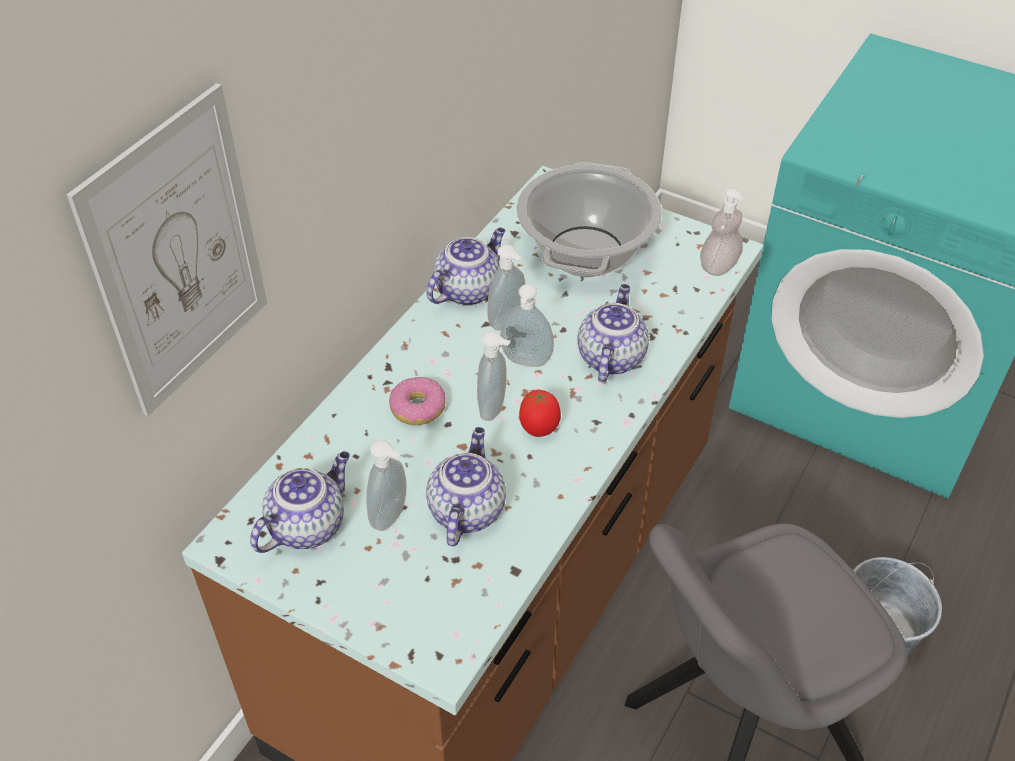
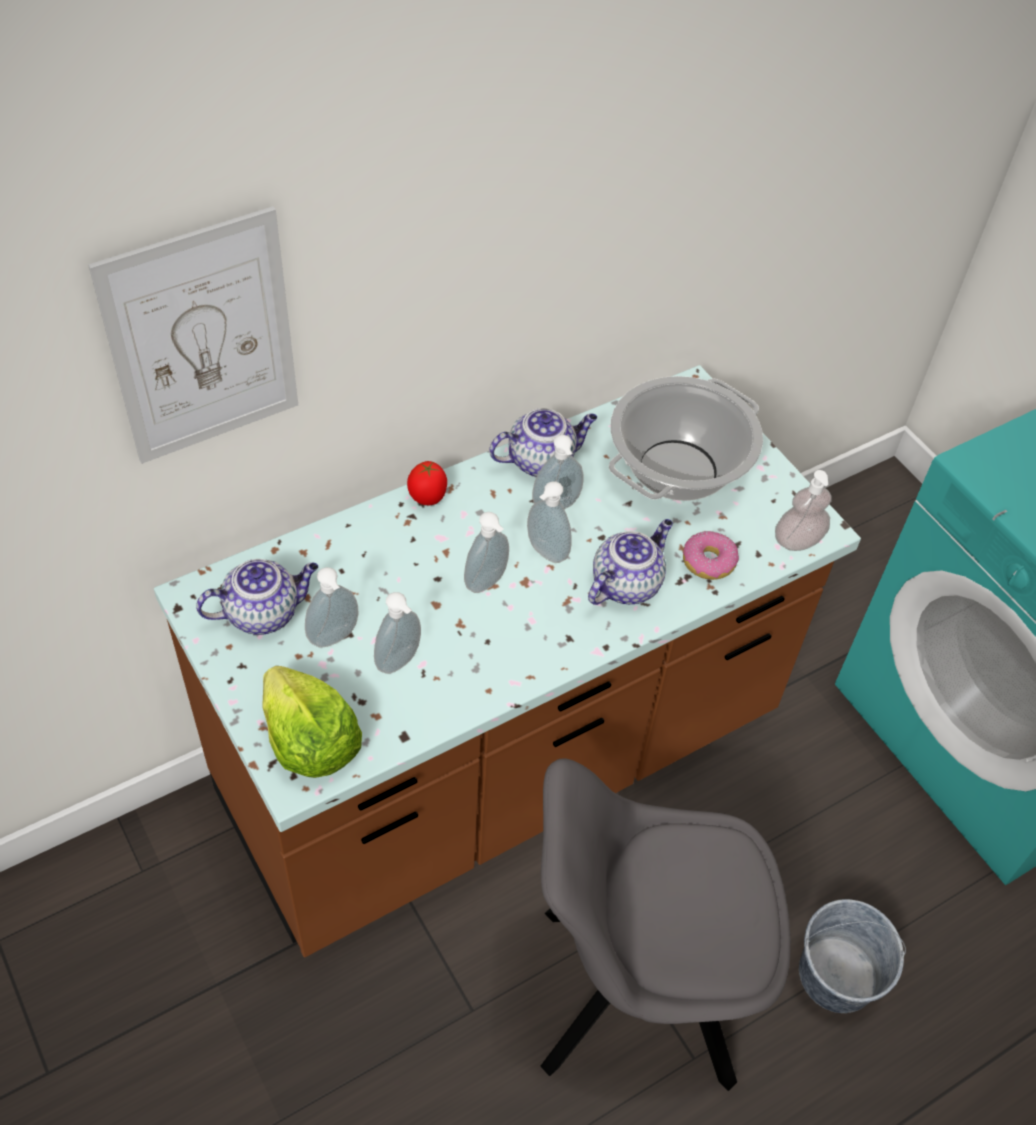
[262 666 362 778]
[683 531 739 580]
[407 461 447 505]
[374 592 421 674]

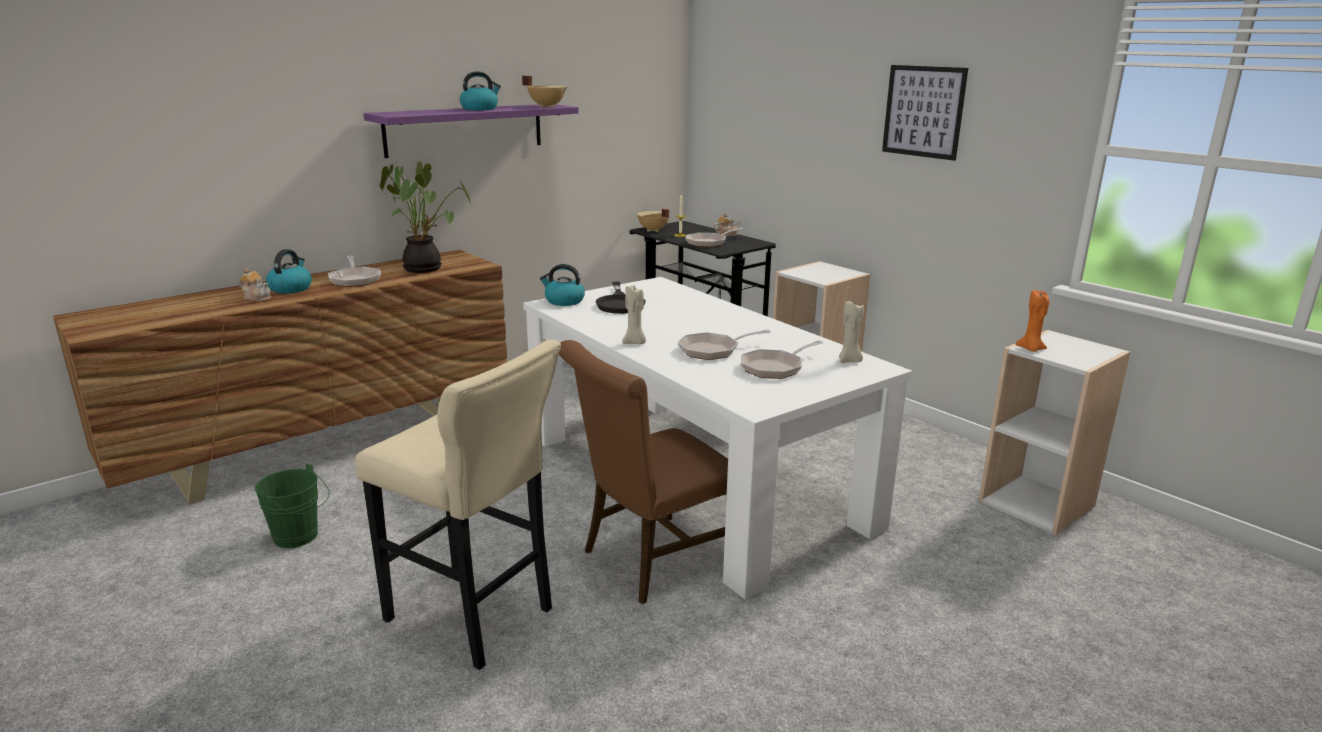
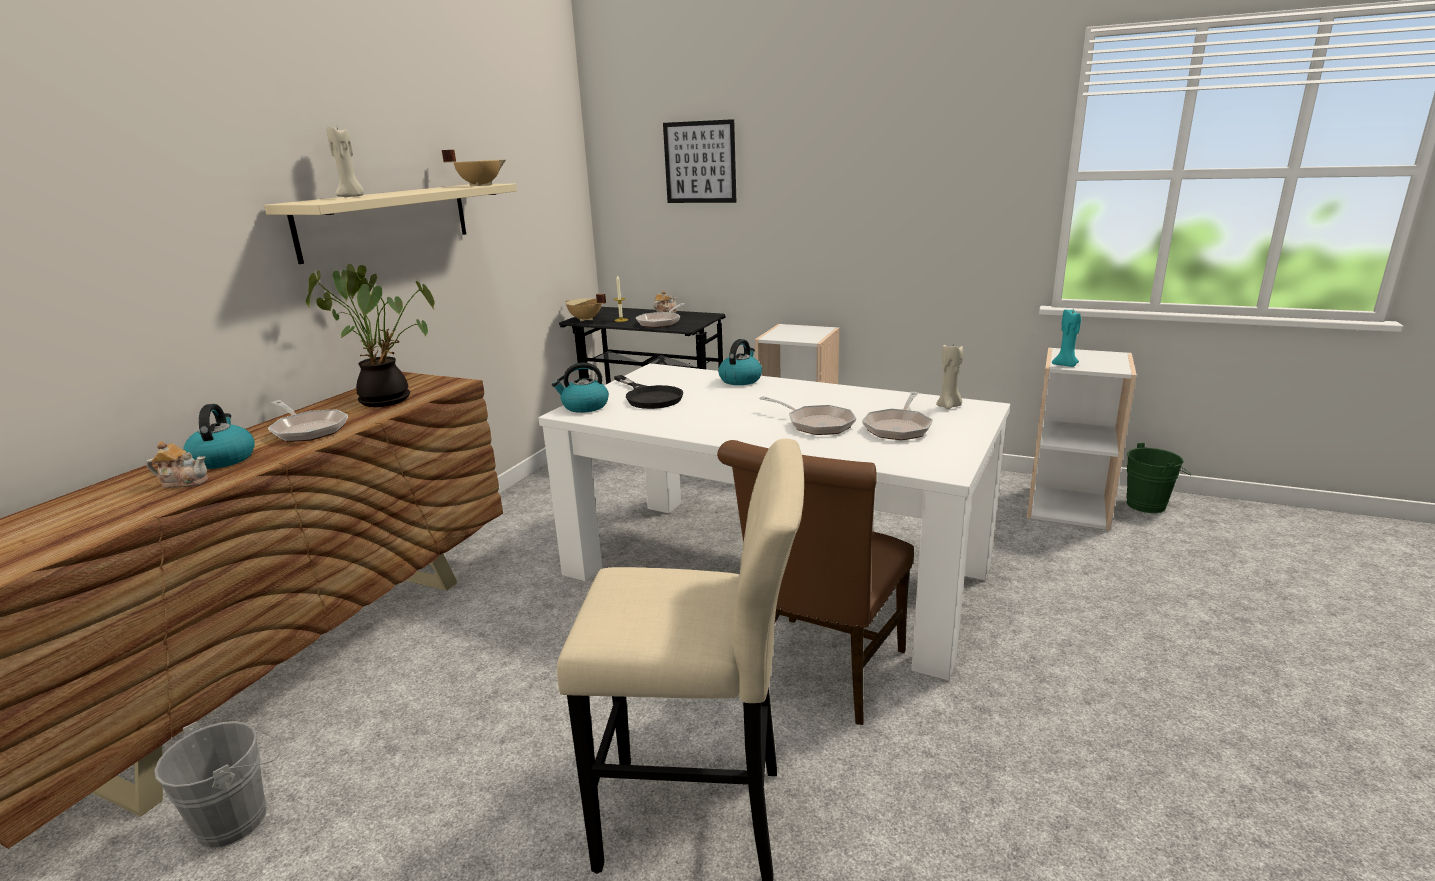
[154 721 280 849]
[1126 443 1192 513]
[718 339 762 385]
[327 127 364 197]
[663 119 736 203]
[264 184 517 264]
[1052 309 1081 367]
[759 396 856 435]

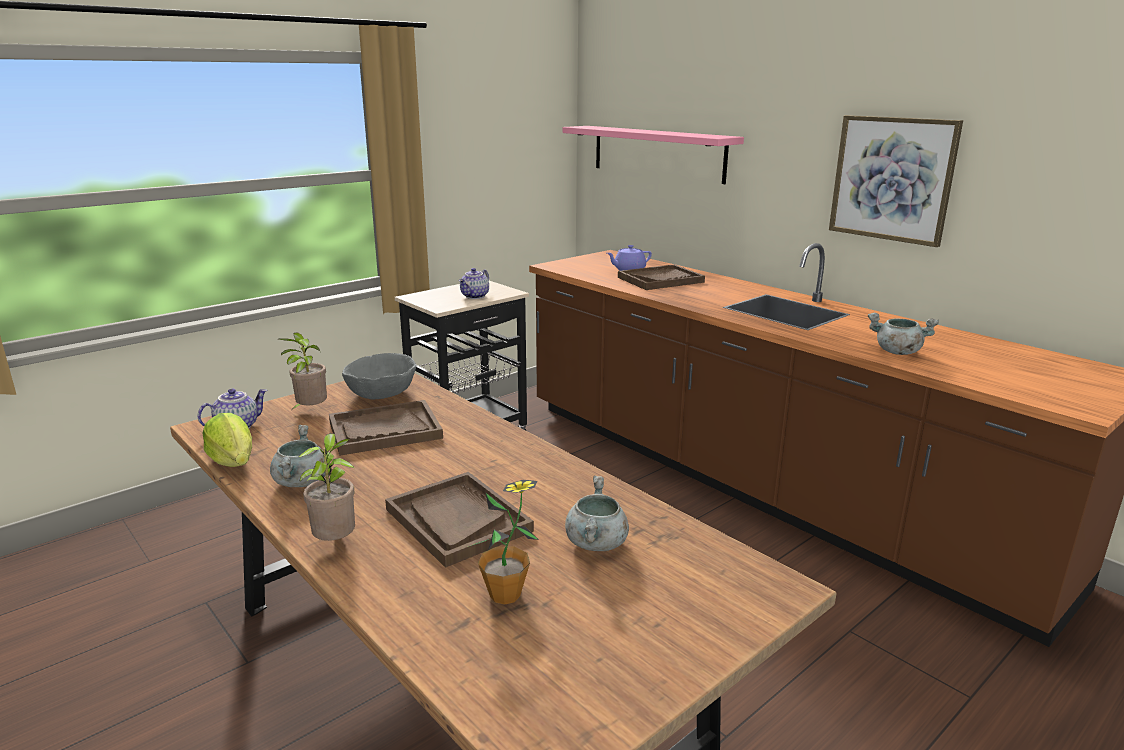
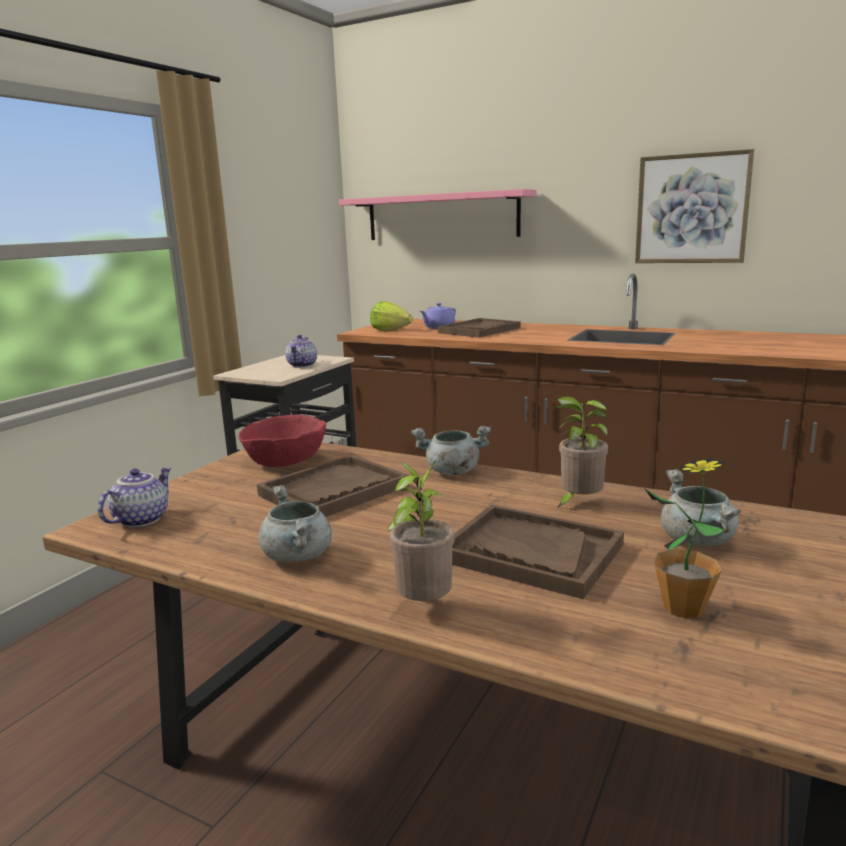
[370 302 413 331]
[553 397 608 508]
[411 426 491 475]
[239 415 326 467]

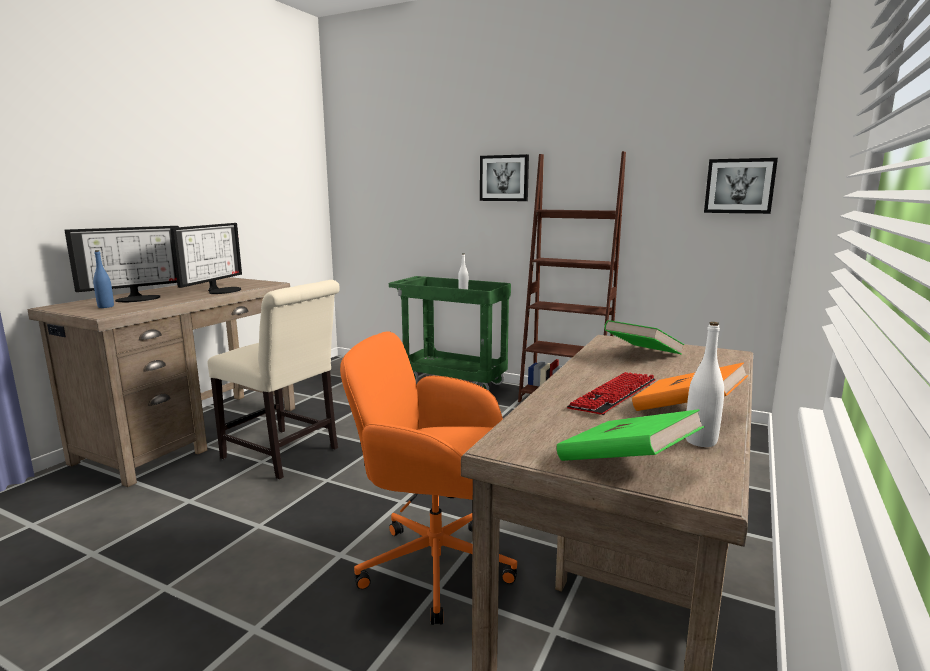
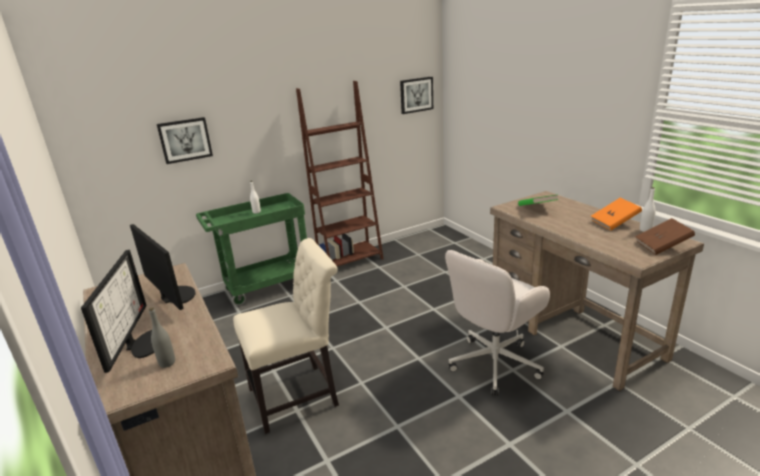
[567 372 656 415] (first image)
[157 117 213 164]
[149 307 175 368]
[445 250 550 396]
[635 218 695 255]

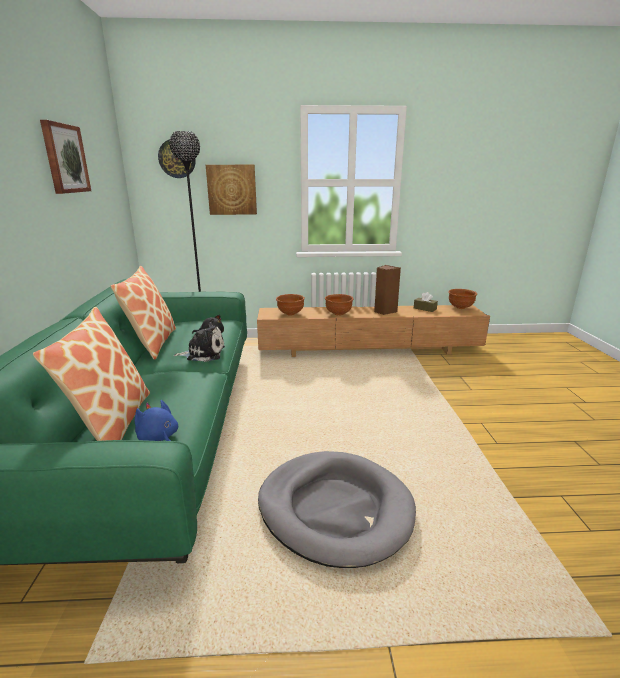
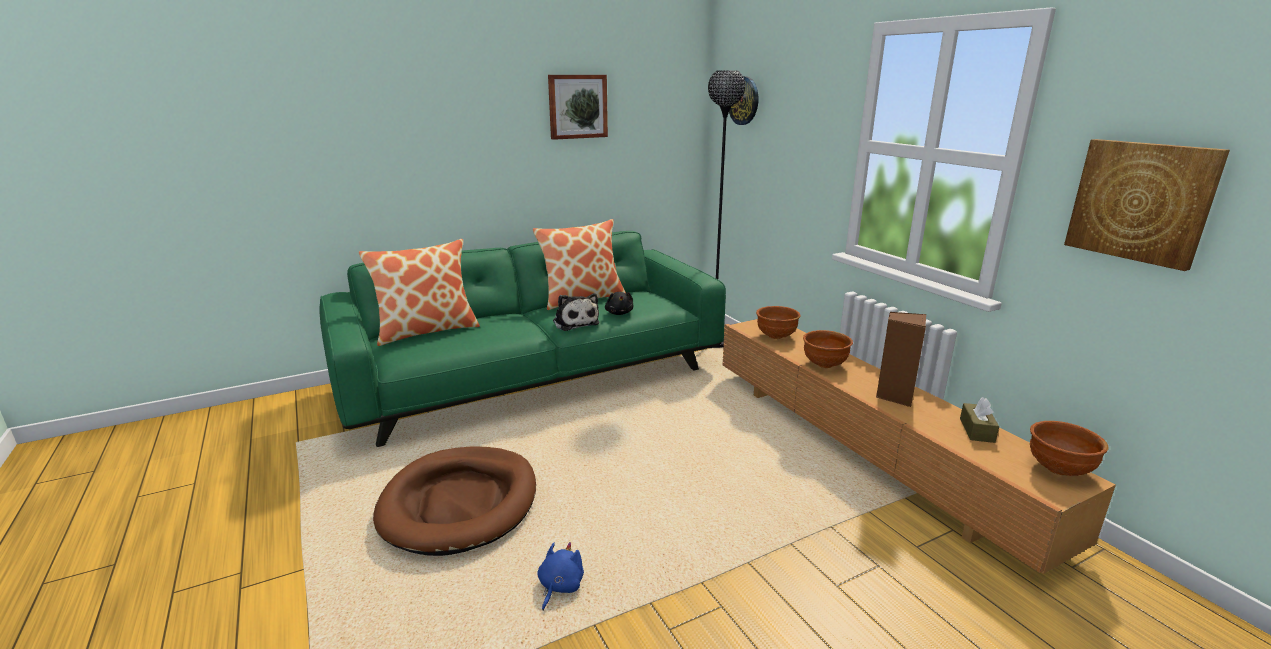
[537 542 584 610]
[1064 139 1230 271]
[373 446 536 556]

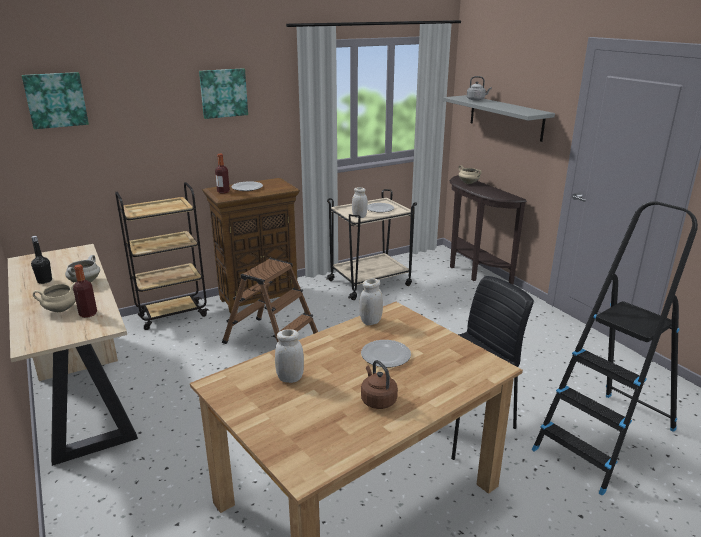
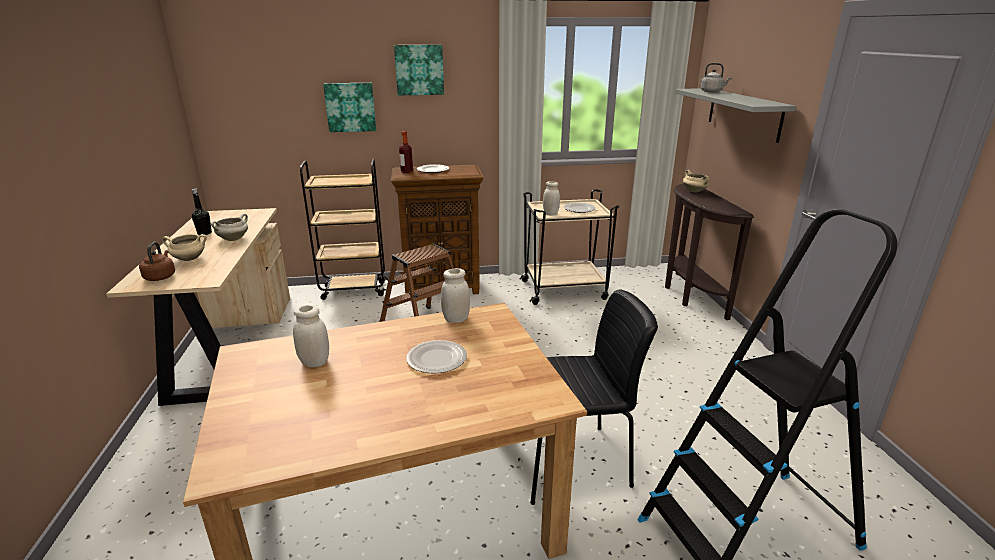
[73 264 97 318] (first image)
[323 83 376 132]
[139 242 175 281]

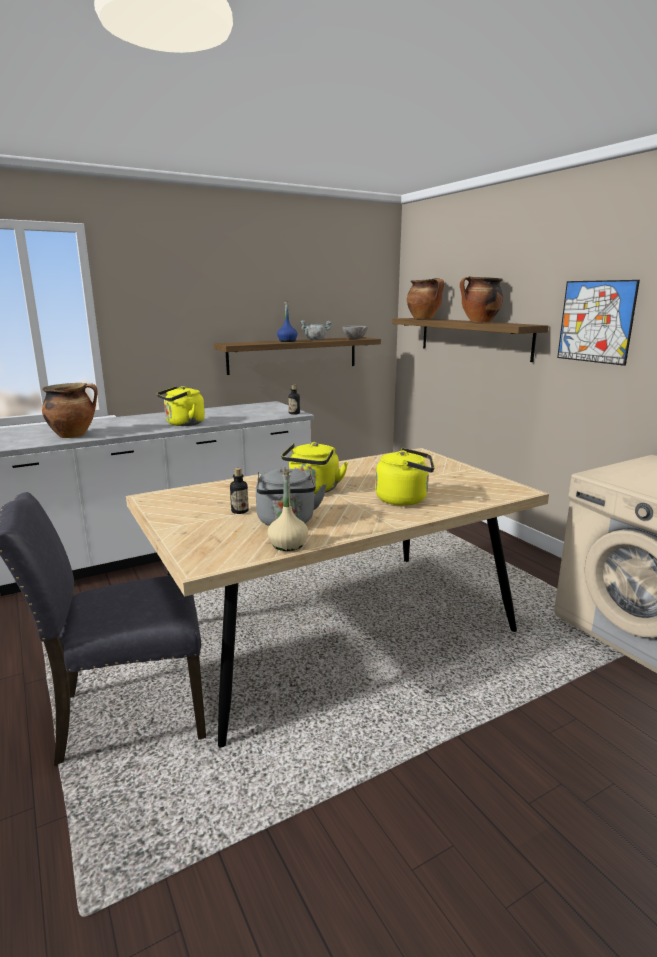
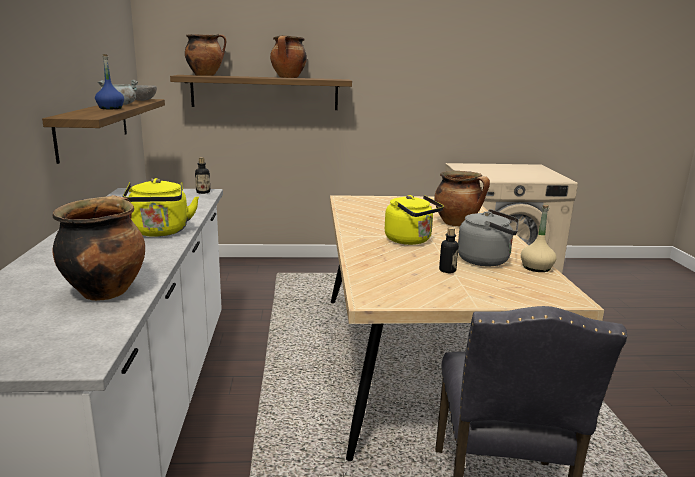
[557 280 640 366] (first image)
[434 171 490 226]

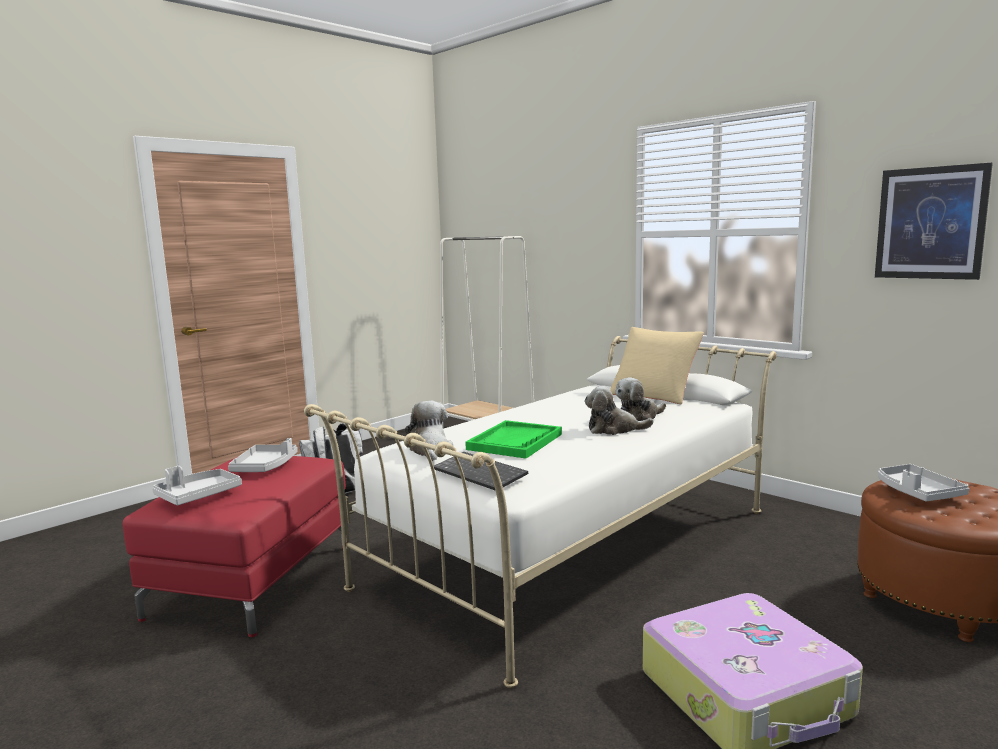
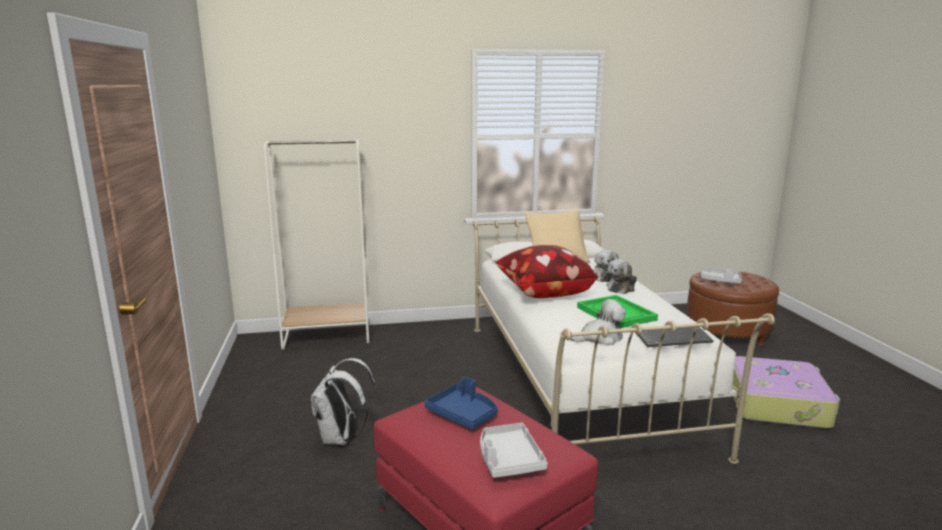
[875 163 993 280] (first image)
[495 245 598 298]
[424 377 498 430]
[571 299 626 345]

